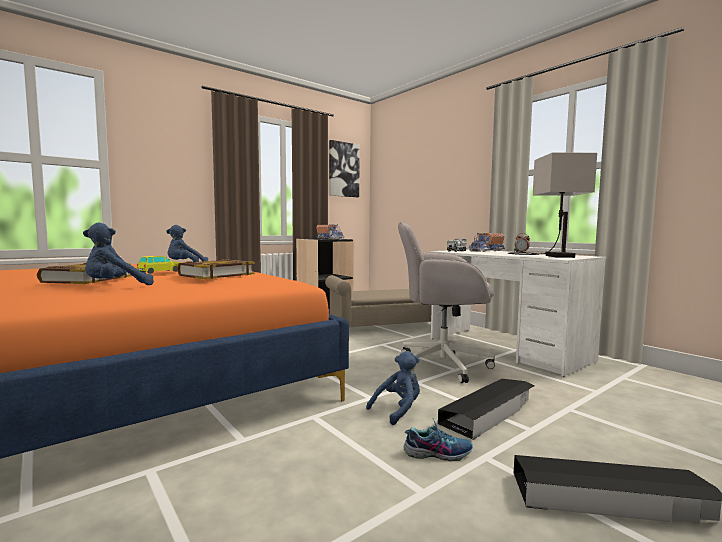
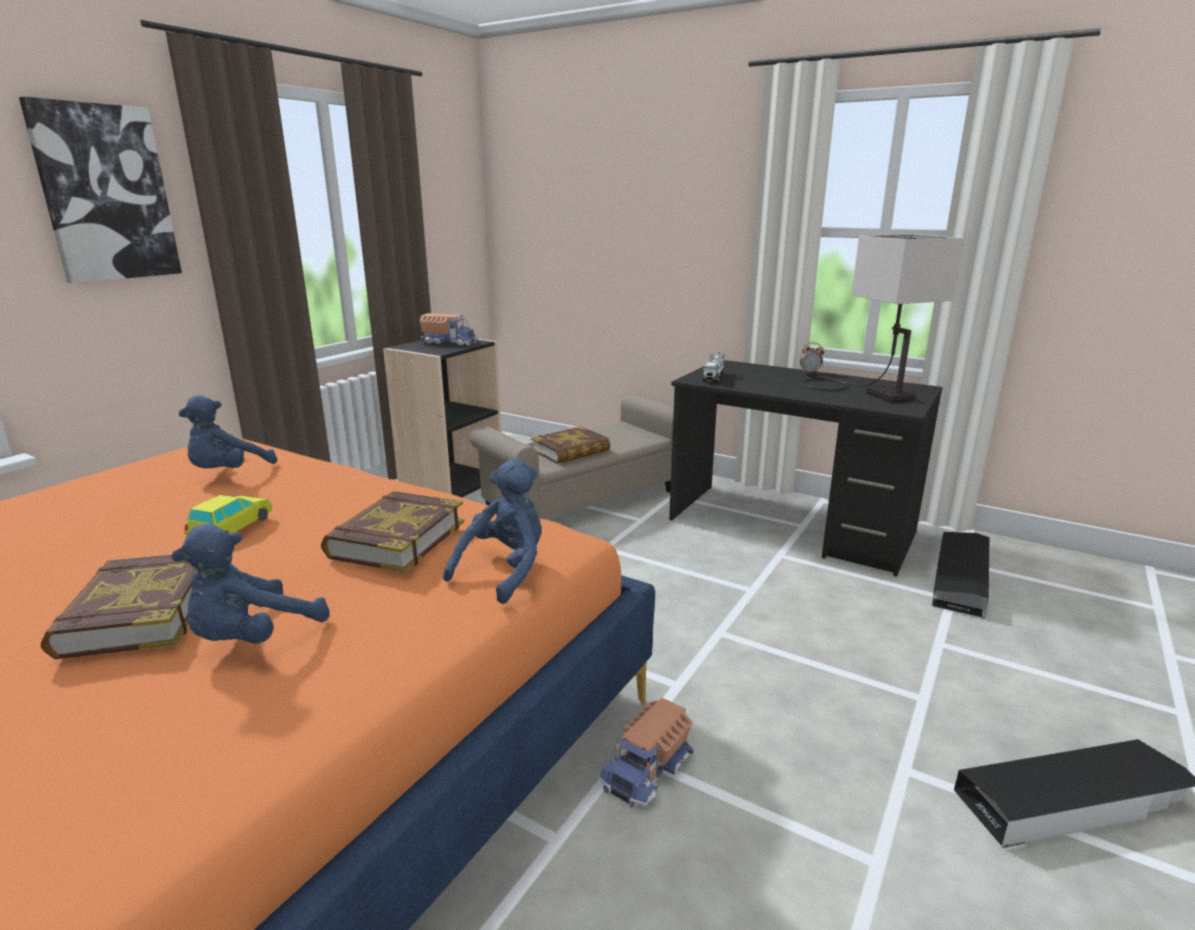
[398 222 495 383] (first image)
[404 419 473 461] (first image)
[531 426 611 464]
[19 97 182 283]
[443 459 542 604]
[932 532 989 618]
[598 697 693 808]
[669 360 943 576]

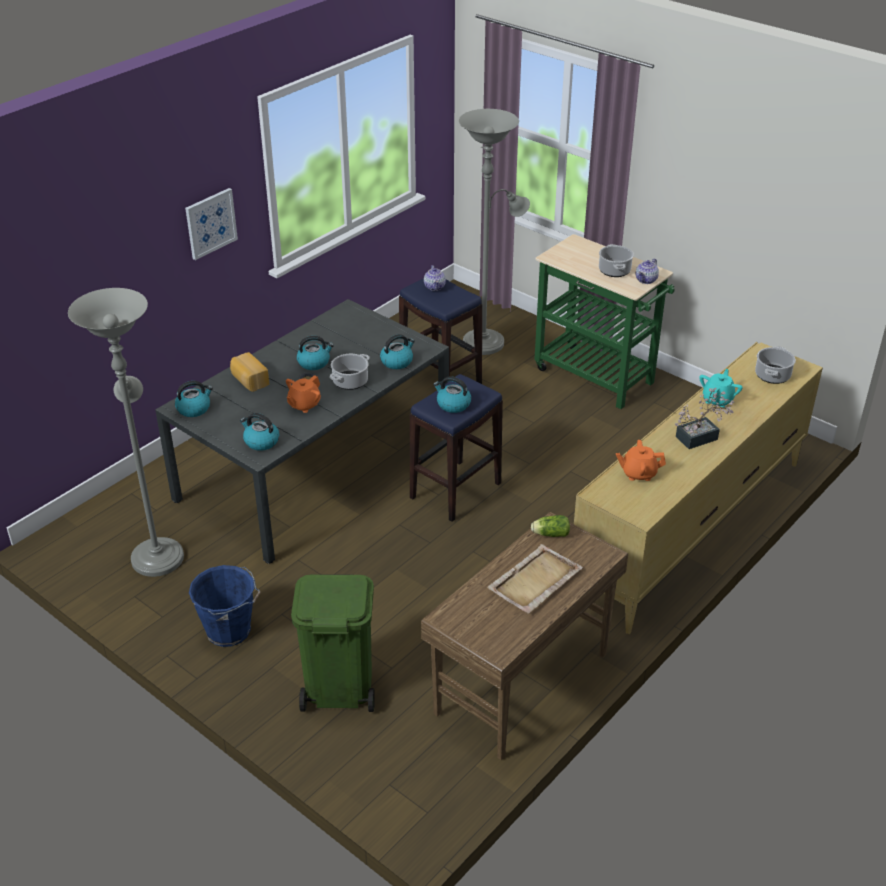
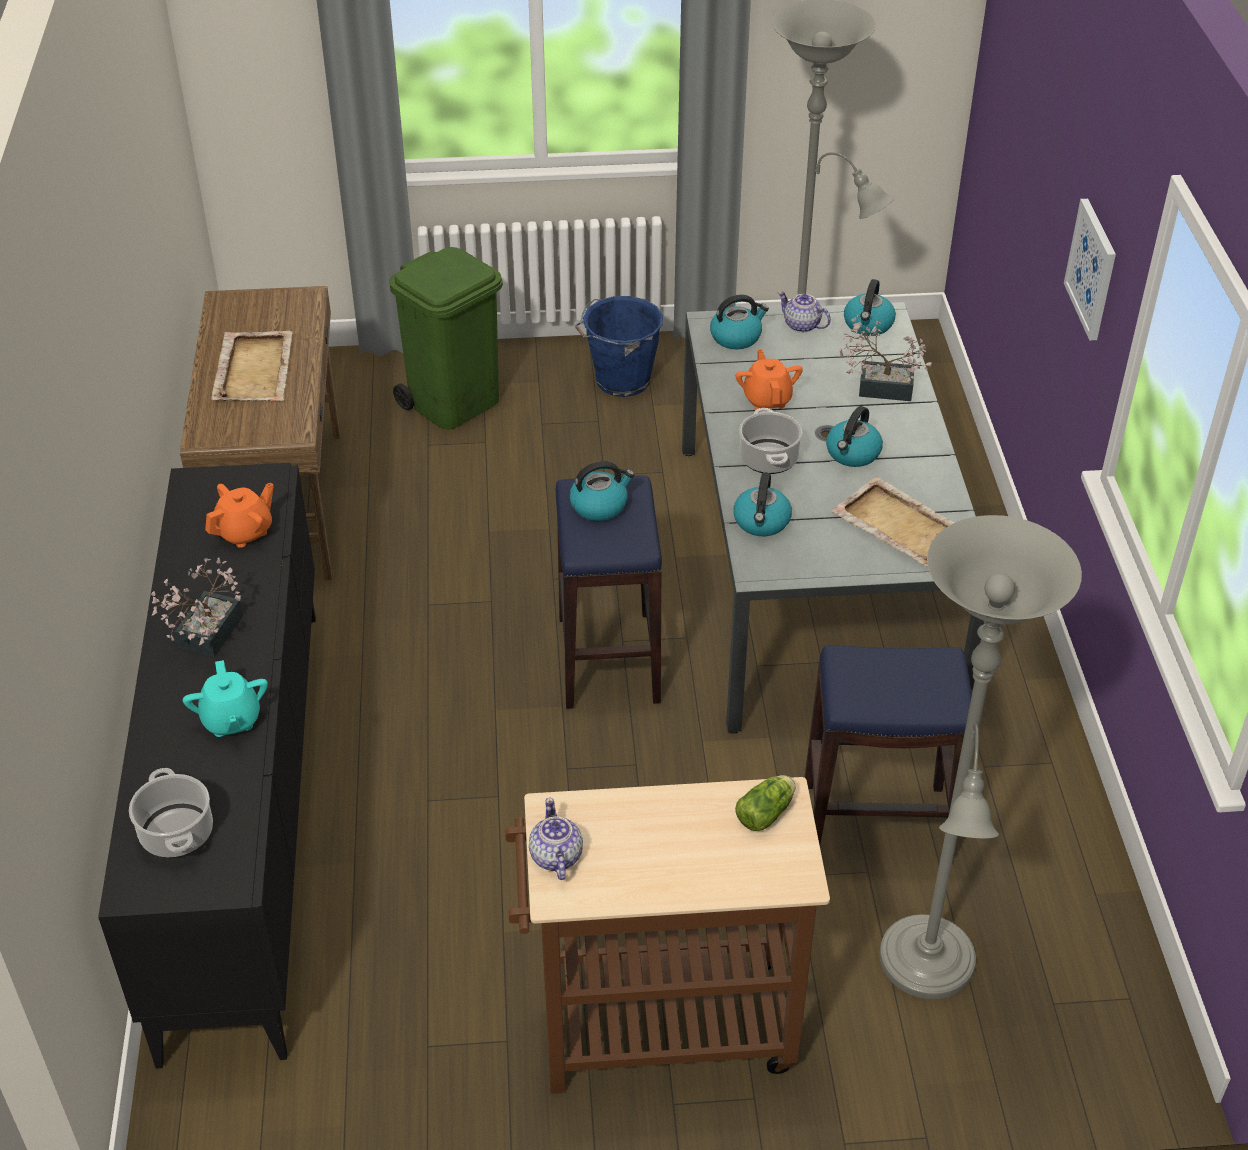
[599 244 634 277] (first image)
[830 476 954 567]
[777 291 831 333]
[735 775 795 831]
[839 314 932 401]
[505 777 830 1093]
[98 463 316 1069]

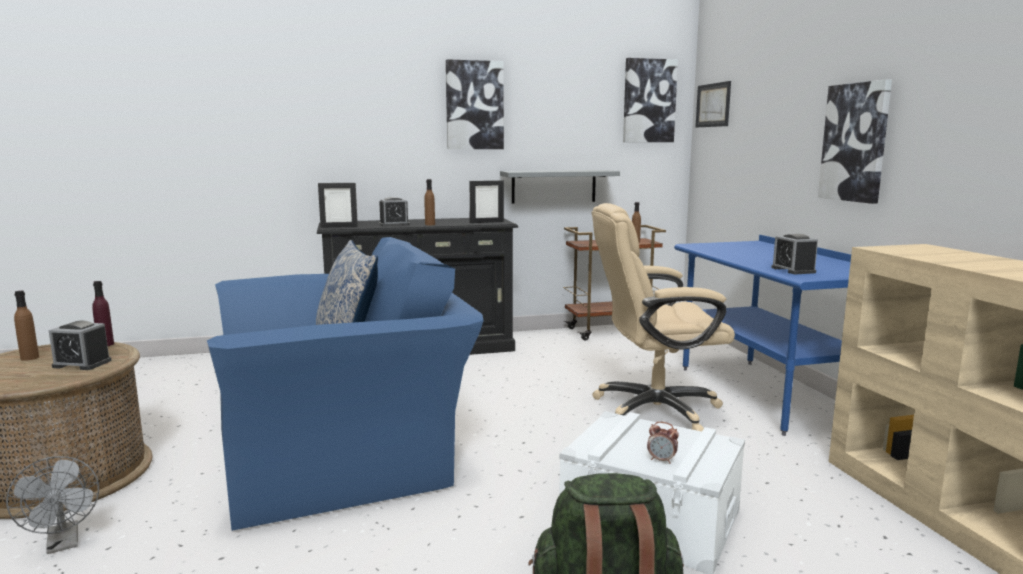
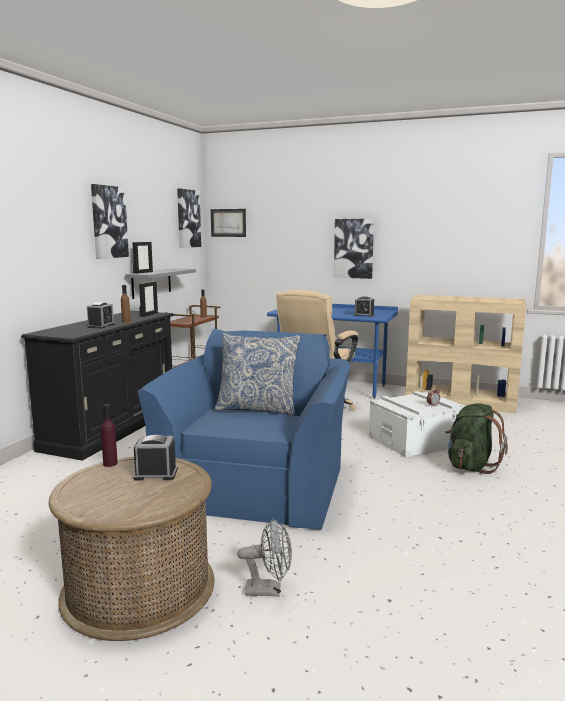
[14 291 39 361] (first image)
[132 242 153 274]
[134 435 178 480]

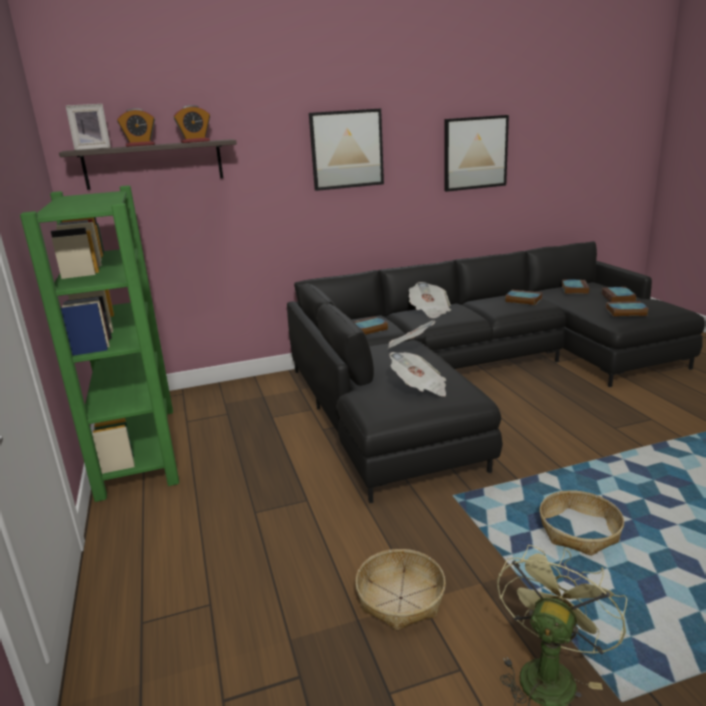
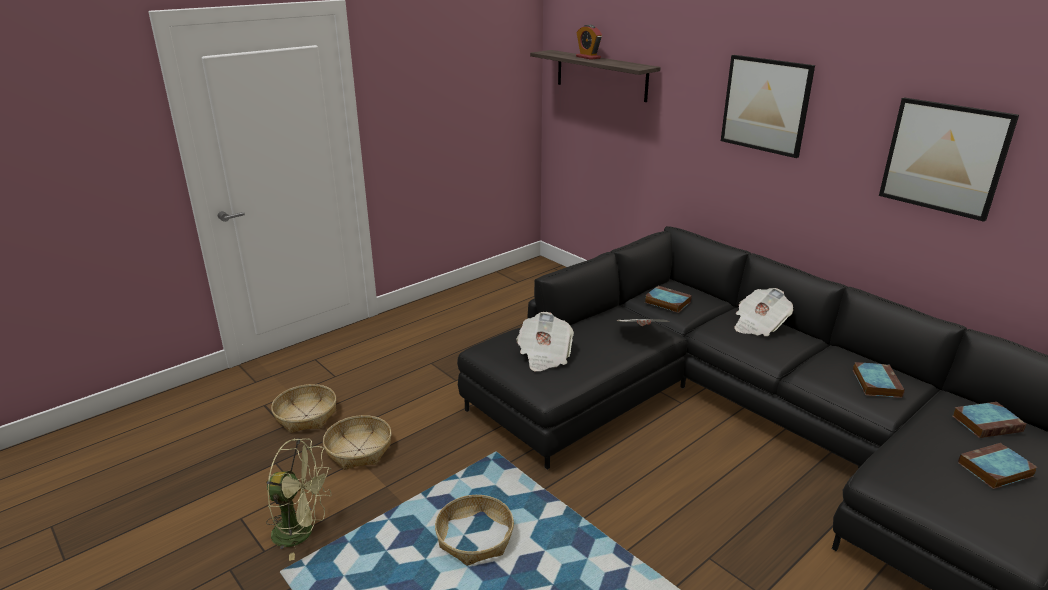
[20 185 179 502] (first image)
[65 104 111 151] (first image)
[174 105 210 143] (first image)
[606 301 649 316] (first image)
[271 384 336 433]

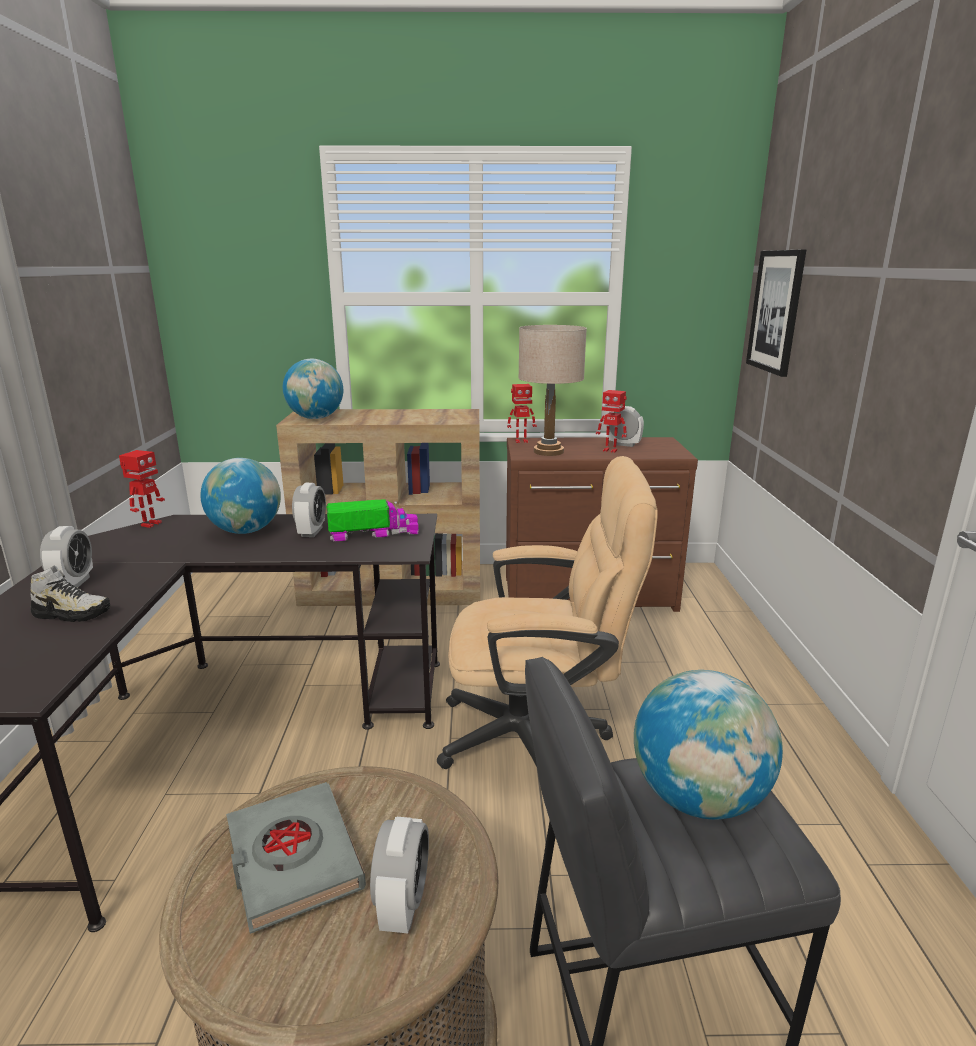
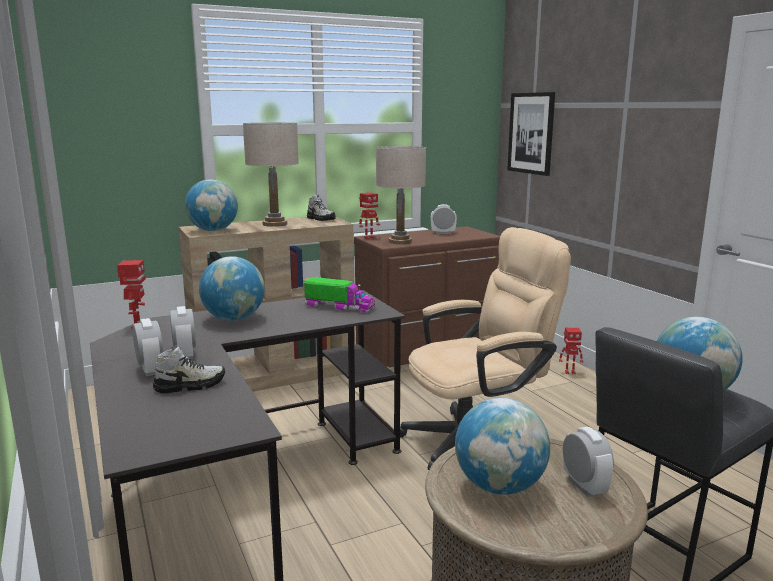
[243 122 299 227]
[307 195 335 221]
[170 306 196 360]
[559 328 584 374]
[455 398 550 495]
[304 277 376 313]

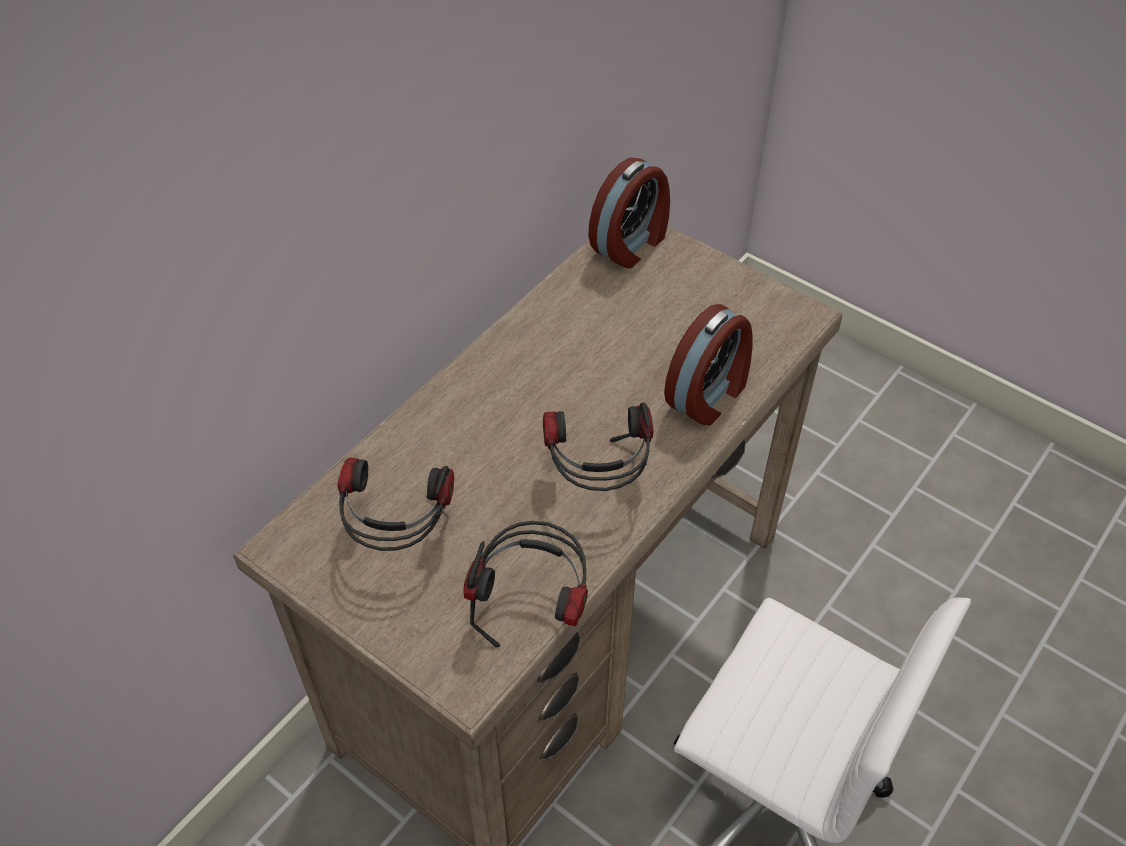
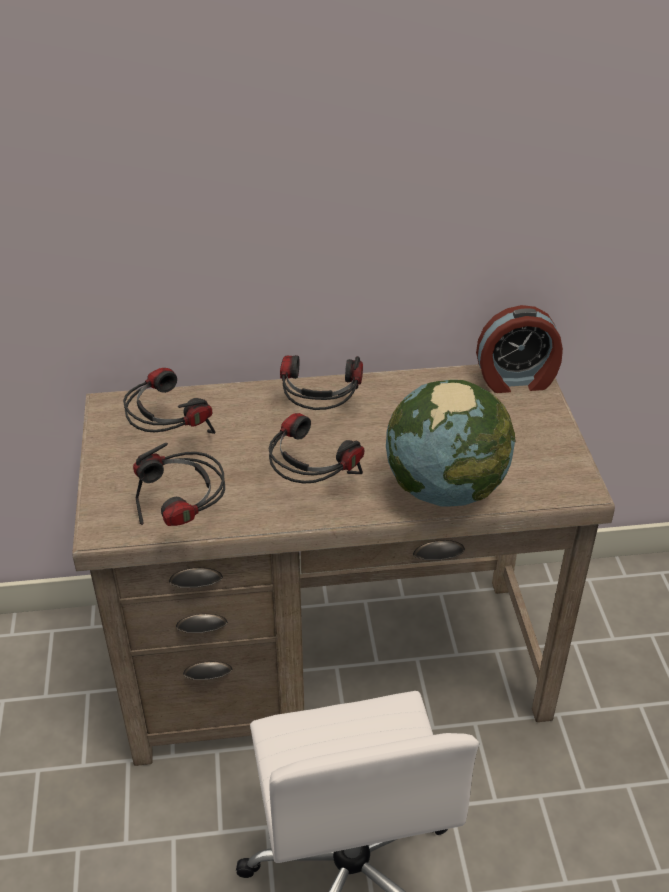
[280 355 363 410]
[386 380 516 507]

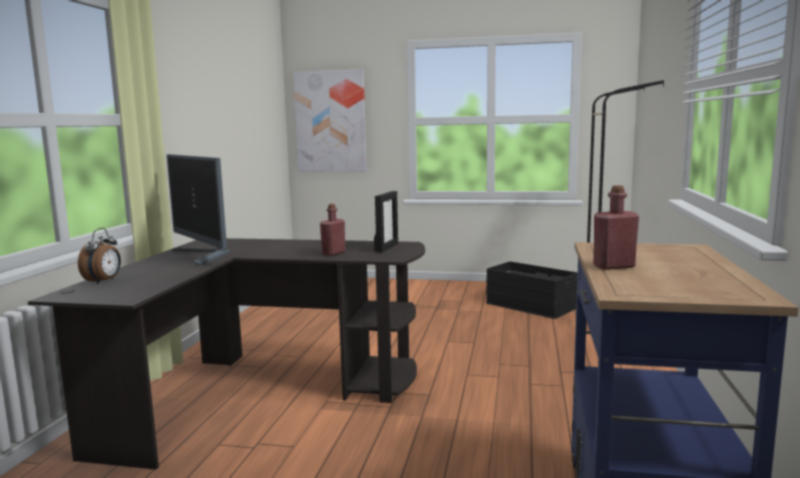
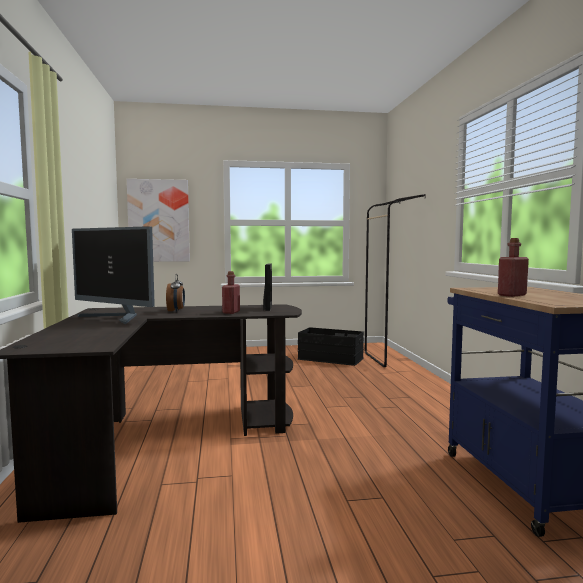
[166 274 185 312]

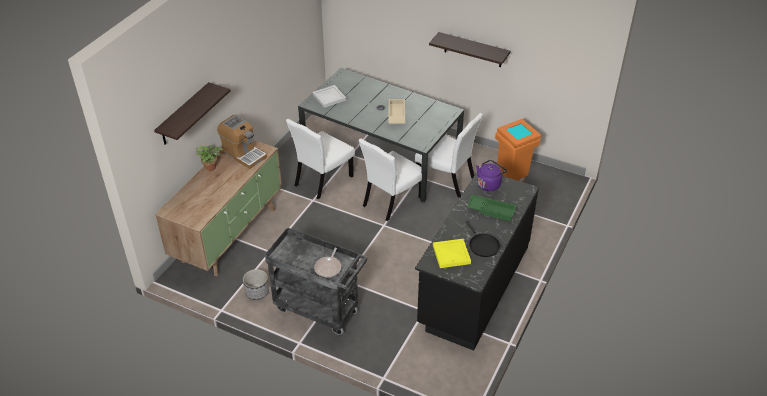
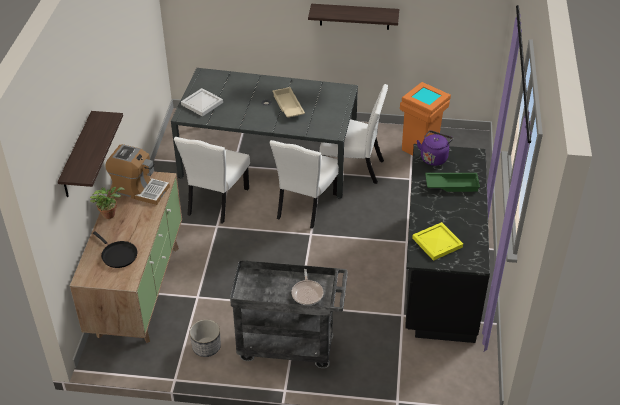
[93 231 137 268]

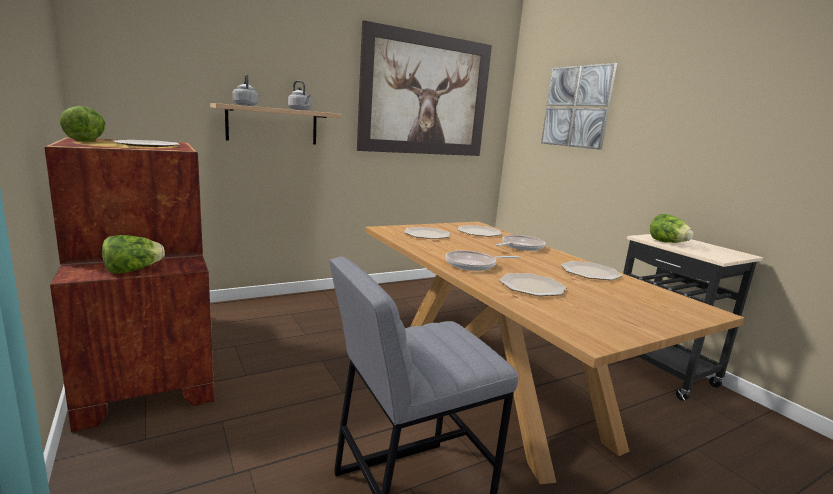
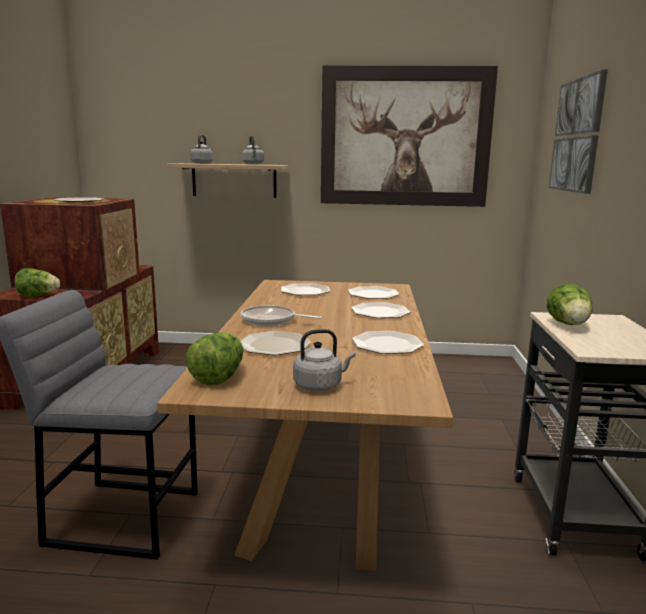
[293 329 355 391]
[186 333 243 386]
[351 302 410 318]

